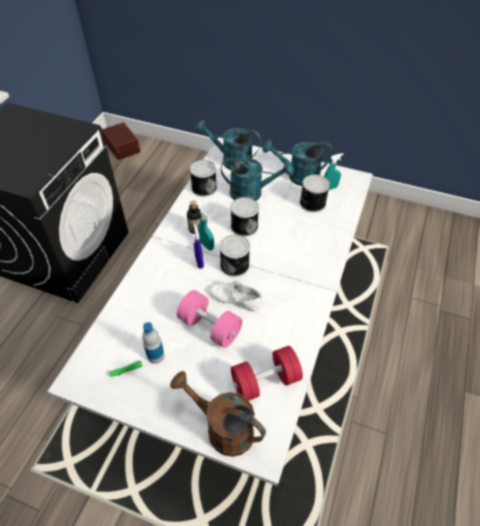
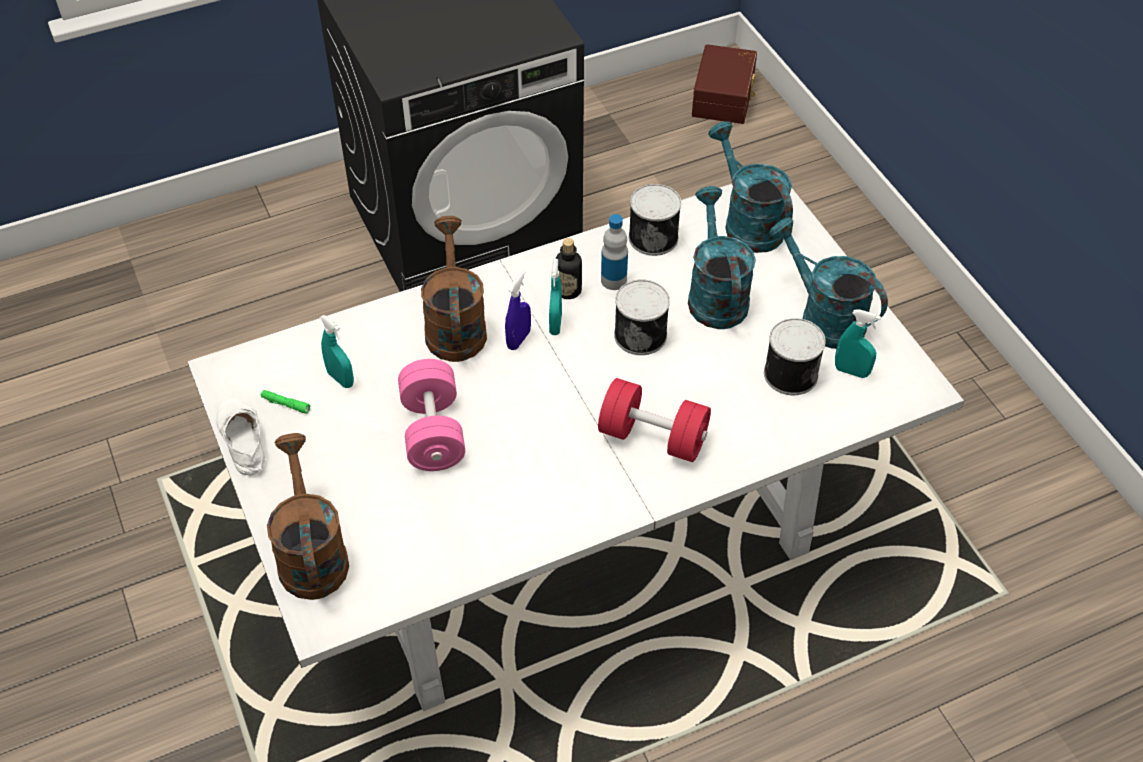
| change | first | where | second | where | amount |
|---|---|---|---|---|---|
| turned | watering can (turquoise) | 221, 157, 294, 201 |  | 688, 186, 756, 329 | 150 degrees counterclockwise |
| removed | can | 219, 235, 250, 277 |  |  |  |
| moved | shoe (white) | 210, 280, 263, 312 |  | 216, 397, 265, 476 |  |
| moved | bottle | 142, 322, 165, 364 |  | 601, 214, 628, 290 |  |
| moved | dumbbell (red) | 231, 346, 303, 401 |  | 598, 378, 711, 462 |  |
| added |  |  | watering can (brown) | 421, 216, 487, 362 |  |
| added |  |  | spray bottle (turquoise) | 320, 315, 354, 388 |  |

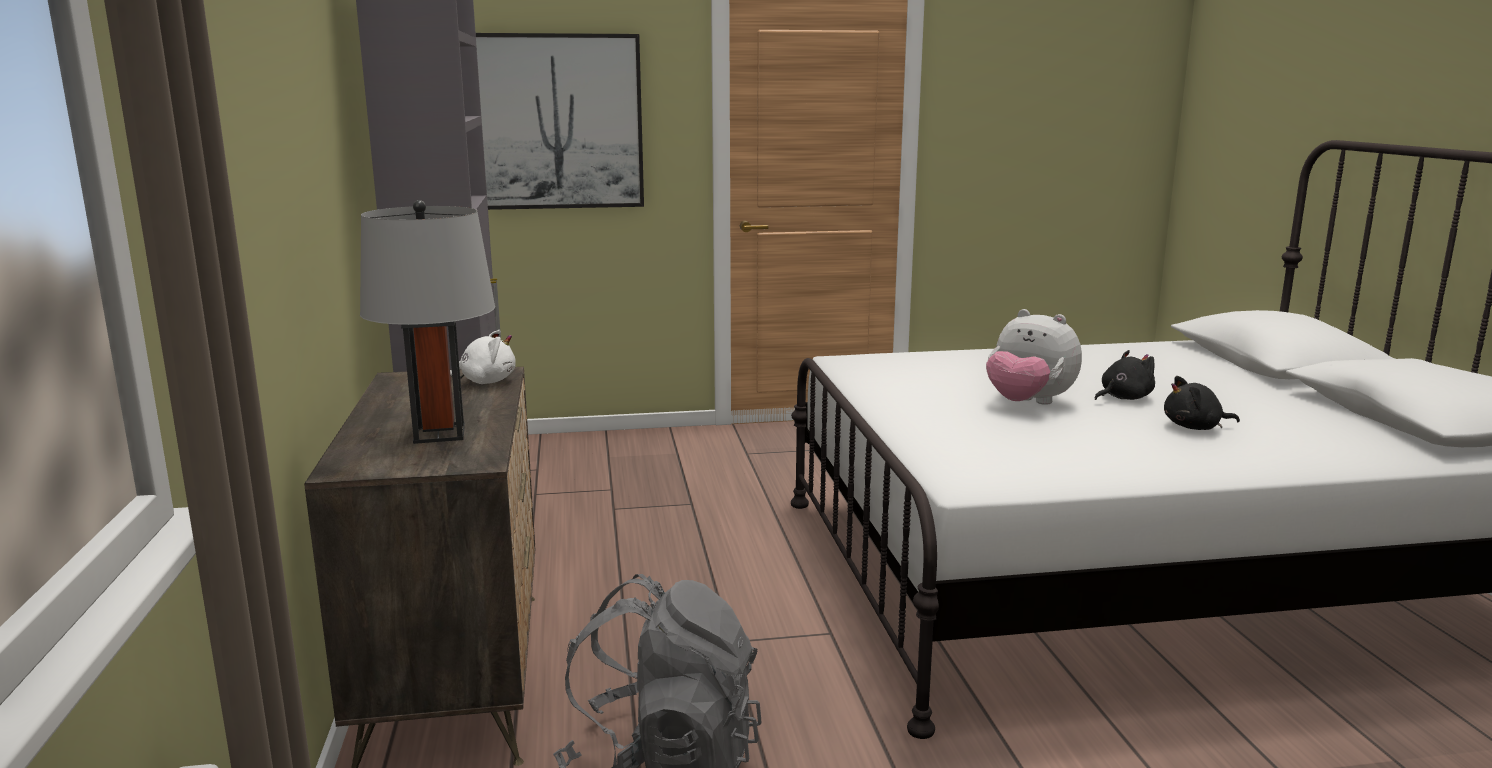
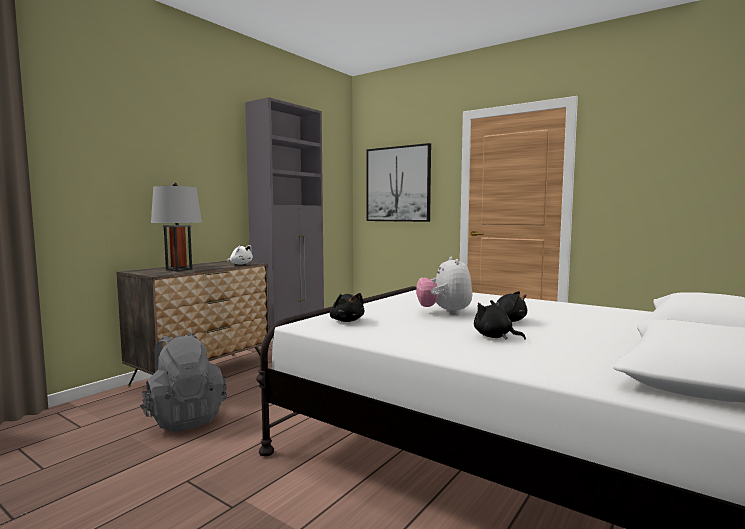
| change | first | where | second | where | amount |
|---|---|---|---|---|---|
| added |  |  | plush toy (black) | 330, 293, 364, 322 |  |

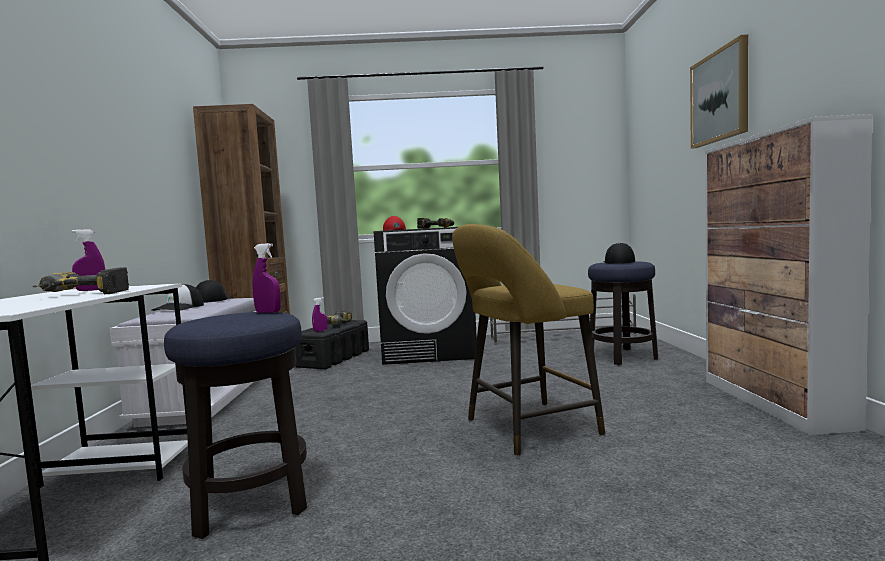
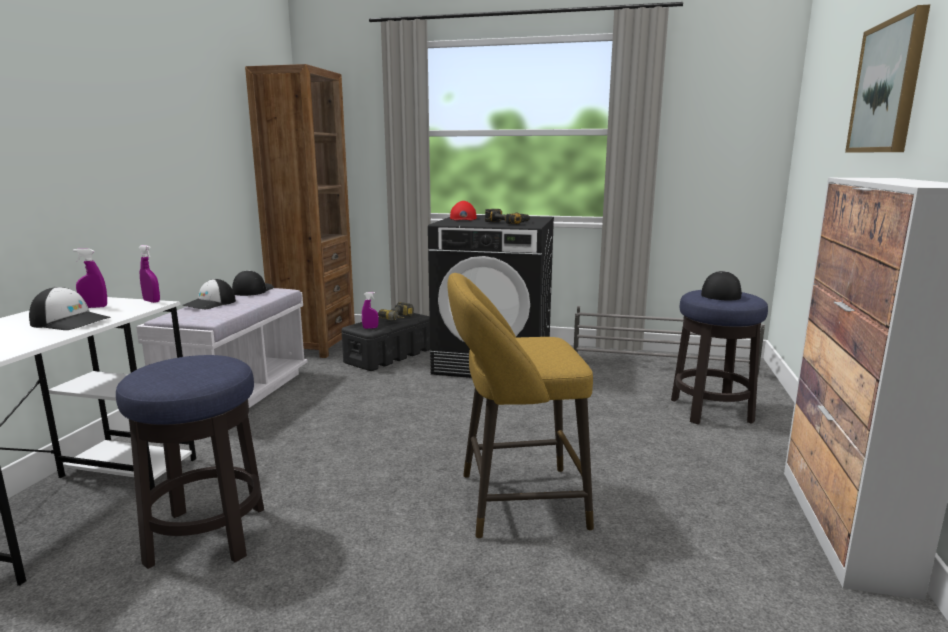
| change | first | where | second | where | amount |
|---|---|---|---|---|---|
| moved | spray bottle (purple) | 252, 243, 281, 313 |  | 139, 245, 160, 303 |  |
| replaced | power drill | 33, 267, 129, 294 | cap | 29, 287, 111, 330 |  |

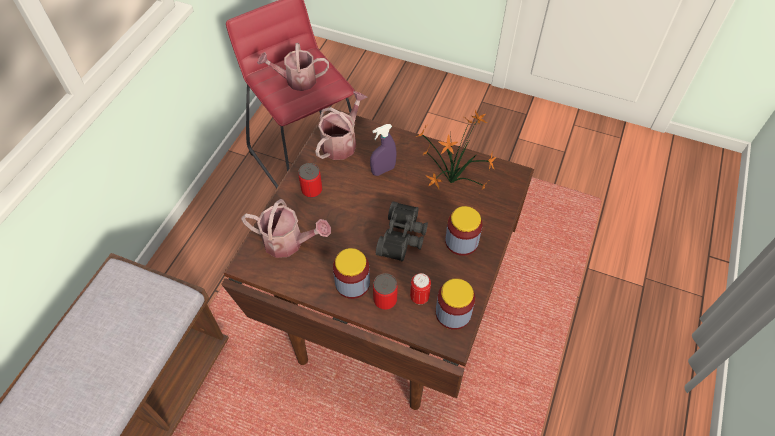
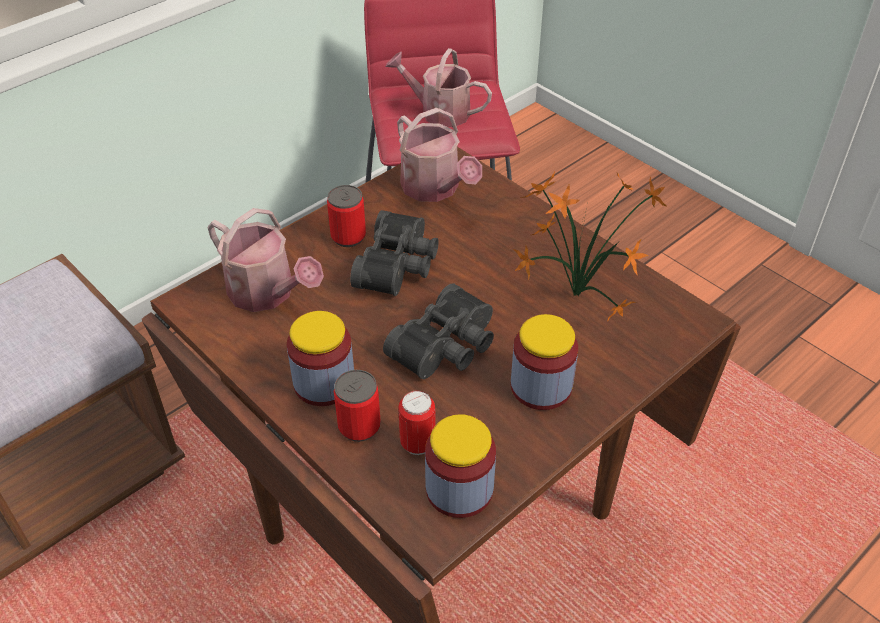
| change | first | where | second | where | amount |
|---|---|---|---|---|---|
| turned | watering can | 315, 91, 367, 160 |  | 397, 108, 482, 202 | 90 degrees clockwise |
| removed | spray bottle (purple) | 370, 124, 397, 176 |  |  |  |
| added |  |  | binoculars (black) | 350, 210, 439, 296 |  |

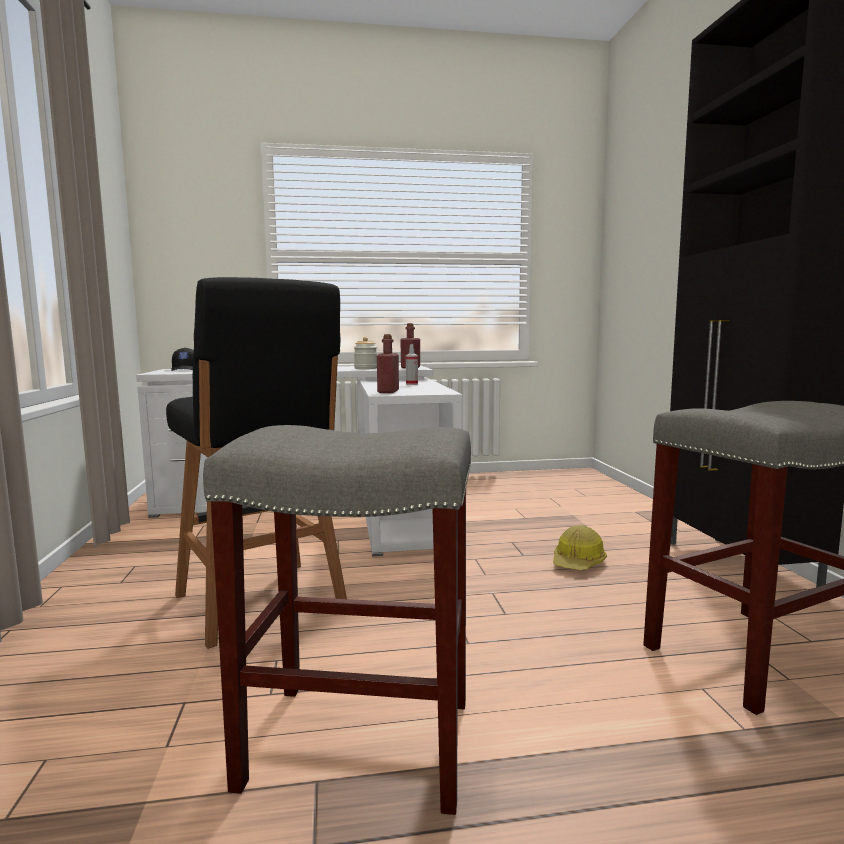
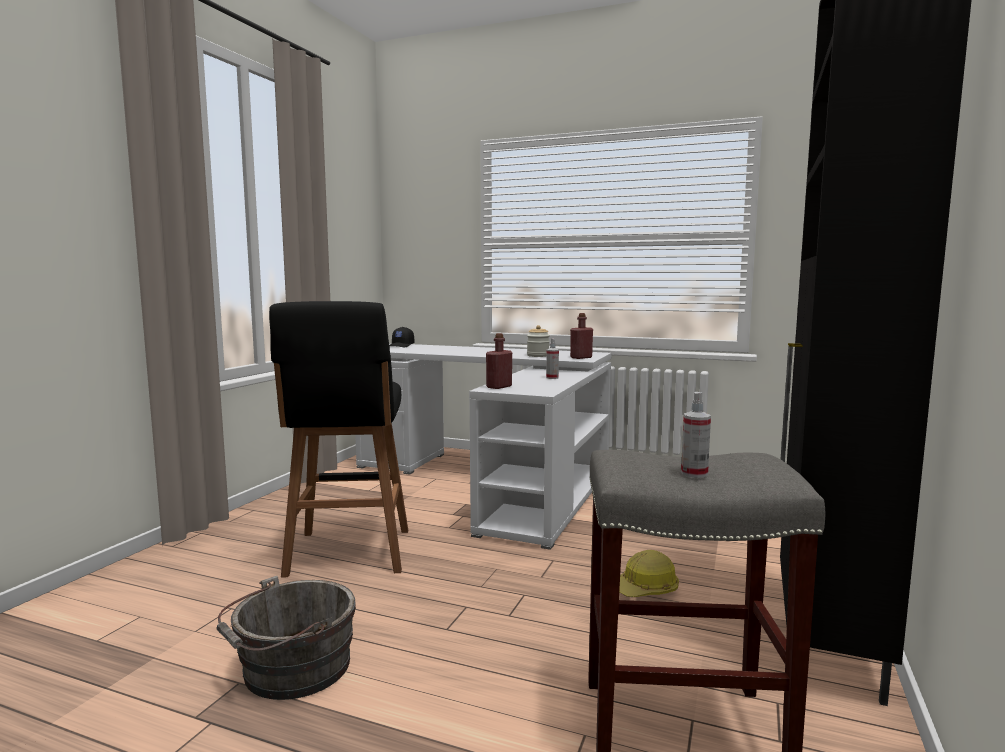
| change | first | where | second | where | amount |
|---|---|---|---|---|---|
| replaced | stool (grey) | 203, 425, 471, 815 | bucket (grey) | 216, 576, 356, 700 |  |
| added |  |  | spray bottle | 681, 392, 711, 478 |  |

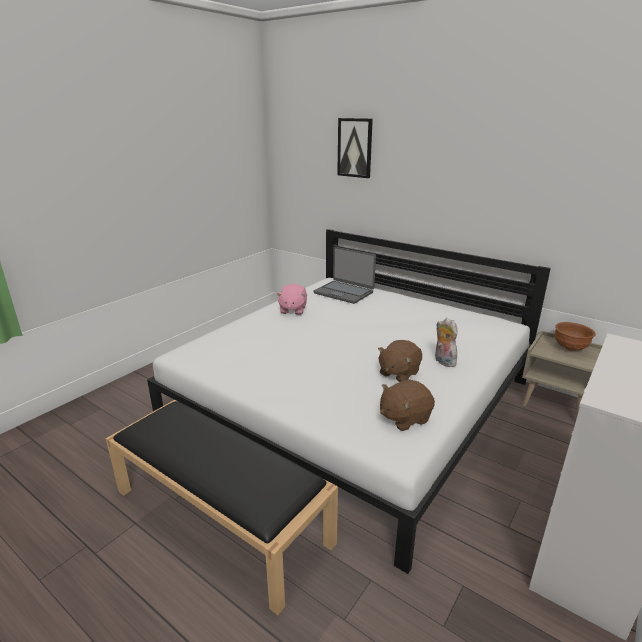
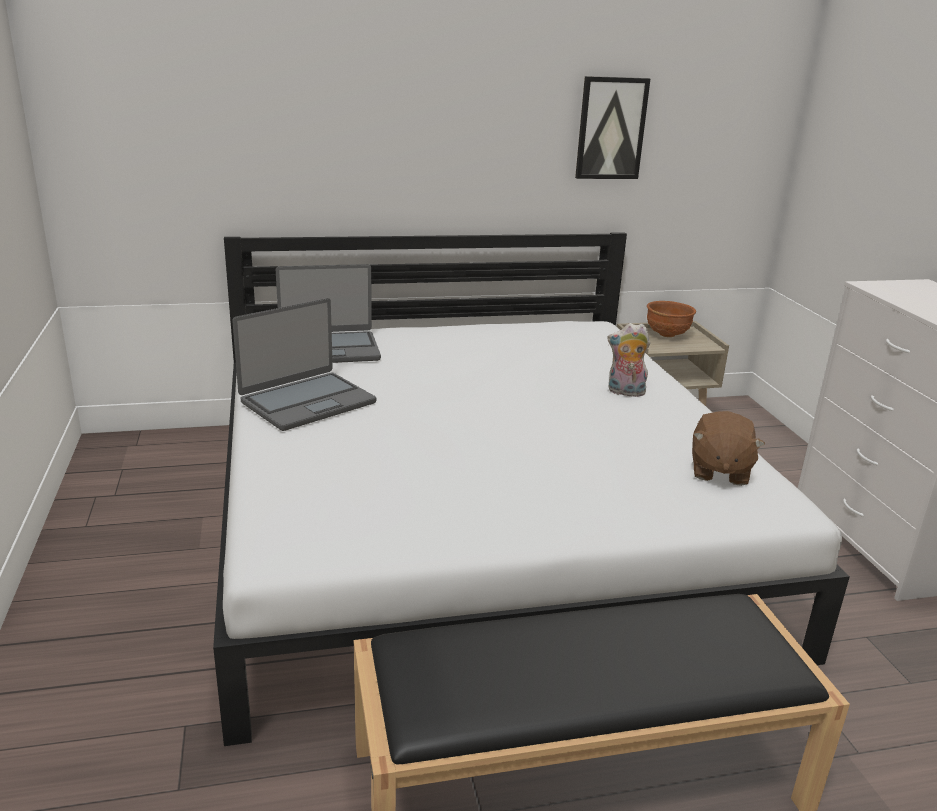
| change | first | where | second | where | amount |
|---|---|---|---|---|---|
| moved | picture | 337, 118, 373, 178 |  | 575, 76, 650, 179 |  |
| replaced | plush toy (pink) | 276, 284, 307, 315 | laptop | 232, 298, 376, 431 |  |
| removed | plush toy (brown) | 378, 340, 422, 382 |  |  |  |

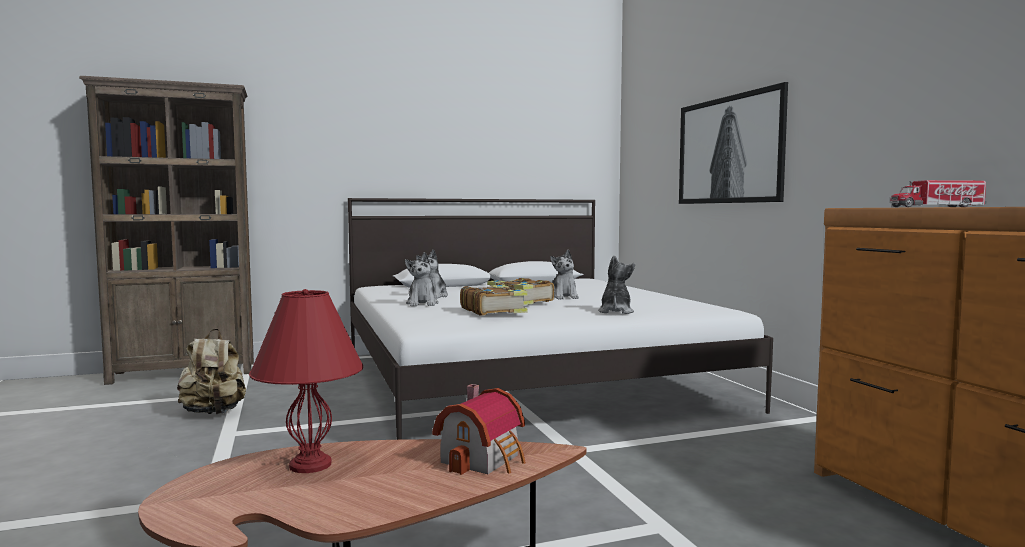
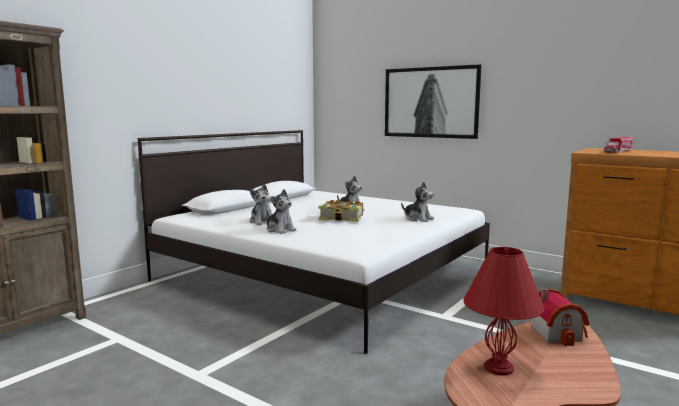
| change | first | where | second | where | amount |
|---|---|---|---|---|---|
| turned | plush toy | 598, 256, 635, 314 |  | 401, 182, 434, 222 | 150 degrees clockwise |
| removed | book | 460, 285, 527, 316 |  |  |  |
| removed | backpack (beige) | 177, 329, 246, 414 |  |  |  |

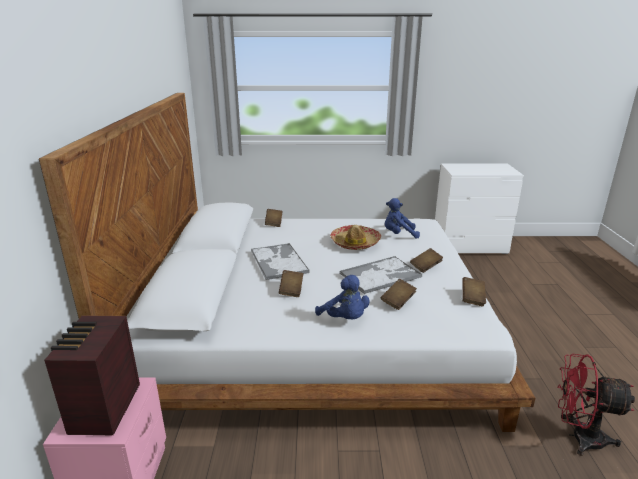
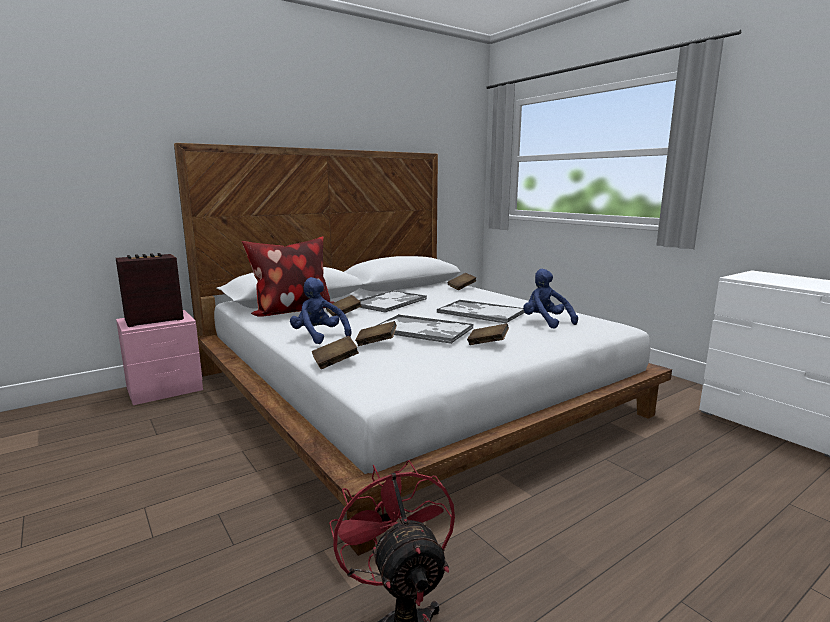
| change | first | where | second | where | amount |
|---|---|---|---|---|---|
| replaced | hat | 330, 225, 381, 250 | tray | 437, 300, 525, 324 |  |
| turned | plush toy (blue) | 315, 275, 370, 319 |  | 290, 277, 351, 344 | 120 degrees clockwise |
| moved | book (brown) | 462, 277, 486, 306 |  | 312, 336, 359, 369 |  |
| added |  |  | pillow | 242, 237, 335, 317 |  |

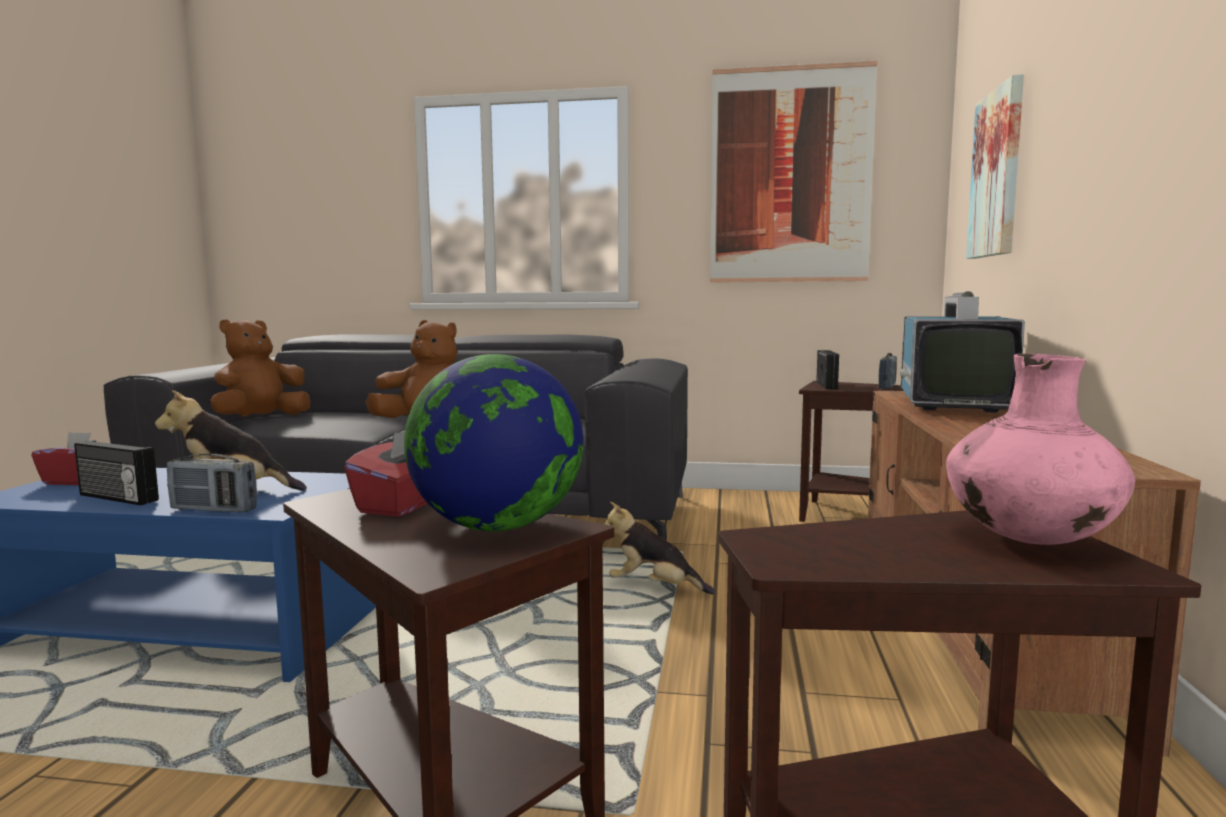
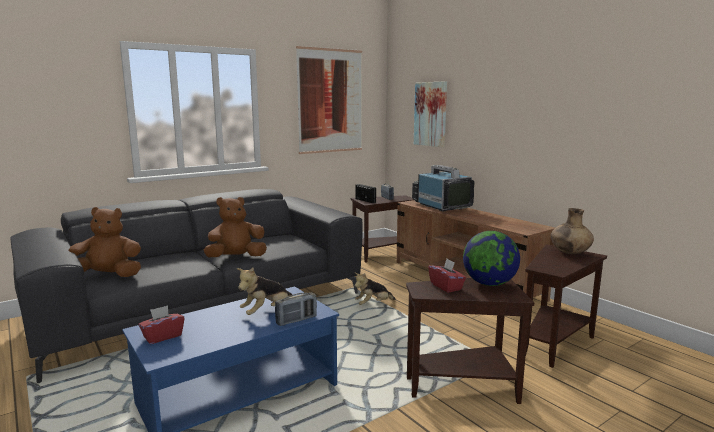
| change | first | where | second | where | amount |
|---|---|---|---|---|---|
| turned | plush toy (brown) | 210, 319, 311, 416 |  | 68, 207, 141, 277 | 90 degrees clockwise |
| recoloured | vase (pink) | 946, 353, 1135, 545 | vase (brown) | 551, 208, 594, 254 |  |
| removed | radio | 74, 440, 159, 505 |  |  |  |

